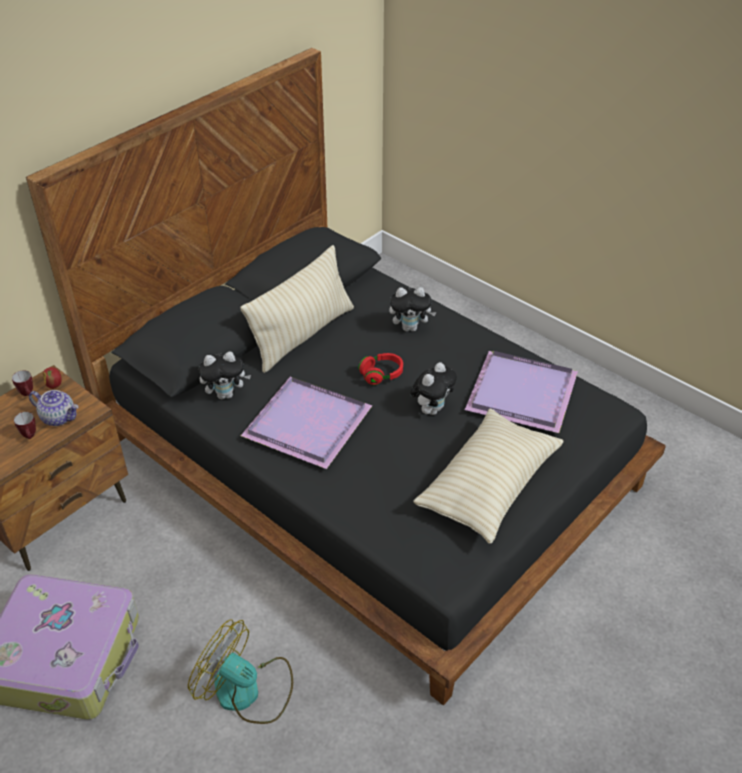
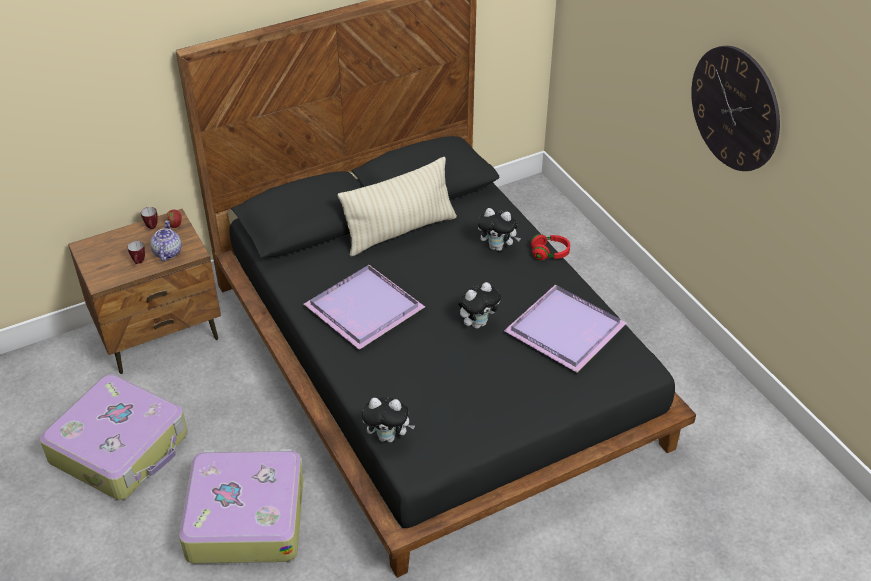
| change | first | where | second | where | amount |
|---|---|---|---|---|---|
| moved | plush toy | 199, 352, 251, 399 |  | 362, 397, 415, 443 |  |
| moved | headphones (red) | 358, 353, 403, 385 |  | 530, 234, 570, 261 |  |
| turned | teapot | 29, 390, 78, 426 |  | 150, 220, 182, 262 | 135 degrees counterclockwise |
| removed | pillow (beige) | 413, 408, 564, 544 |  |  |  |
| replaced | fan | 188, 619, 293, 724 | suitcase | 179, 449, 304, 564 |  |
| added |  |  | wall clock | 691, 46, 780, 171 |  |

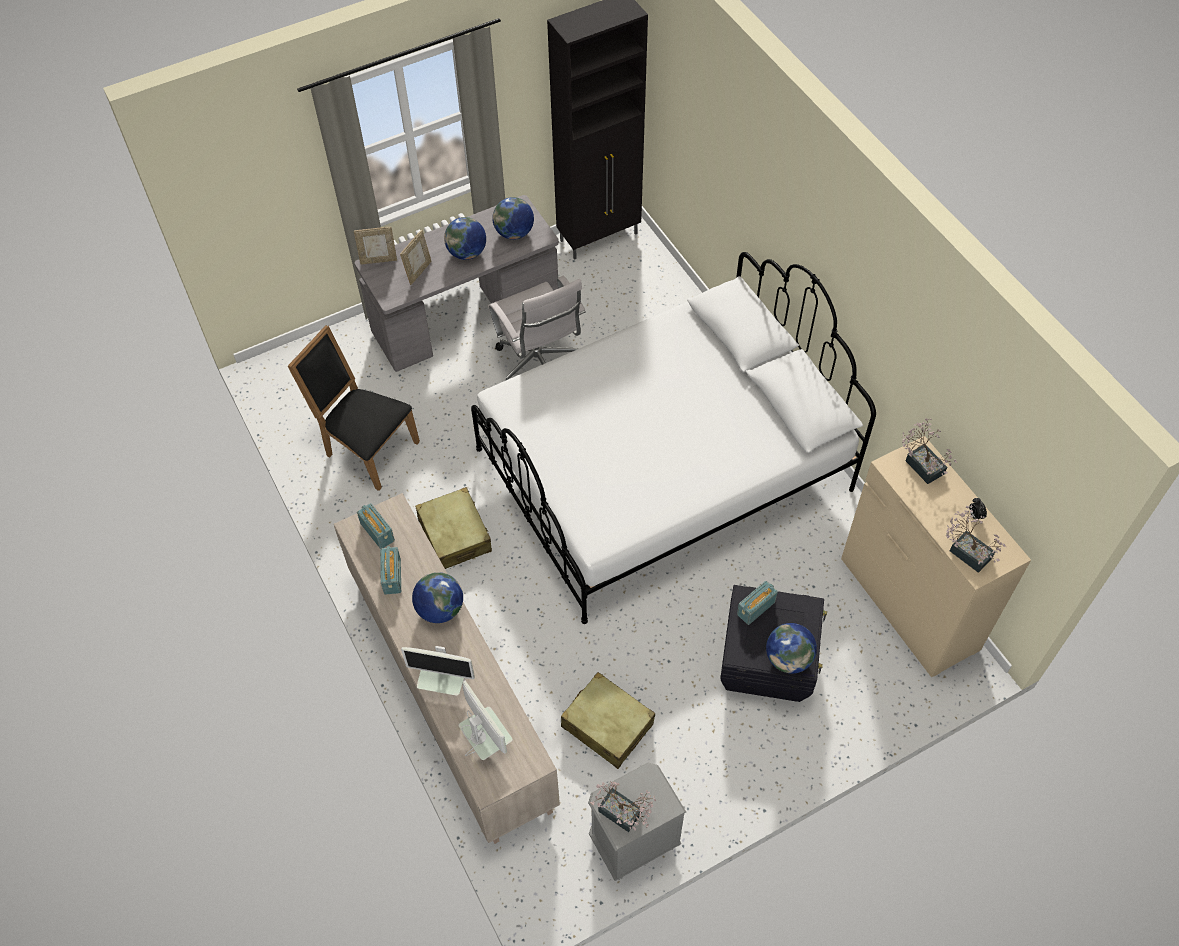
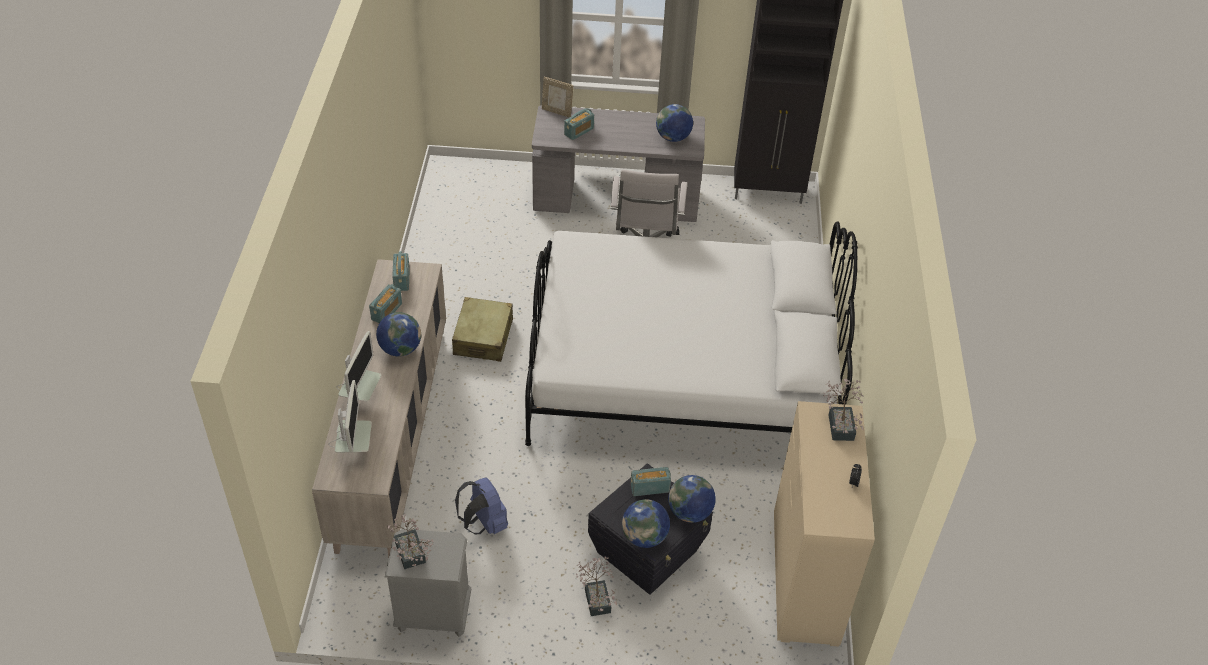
| change | first | where | second | where | amount |
|---|---|---|---|---|---|
| moved | globe | 444, 217, 486, 260 |  | 668, 475, 716, 523 |  |
| replaced | picture frame | 400, 230, 432, 285 | radio | 564, 108, 594, 140 |  |
| removed | chair (black) | 288, 325, 420, 491 |  |  |  |
| moved | potted plant | 946, 506, 1006, 573 |  | 576, 556, 617, 616 |  |
| turned | monitor | 401, 646, 475, 696 |  | 336, 331, 381, 401 | 120 degrees counterclockwise |
| replaced | suitcase (beige) | 561, 672, 655, 769 | backpack (blue) | 455, 477, 508, 534 |  |

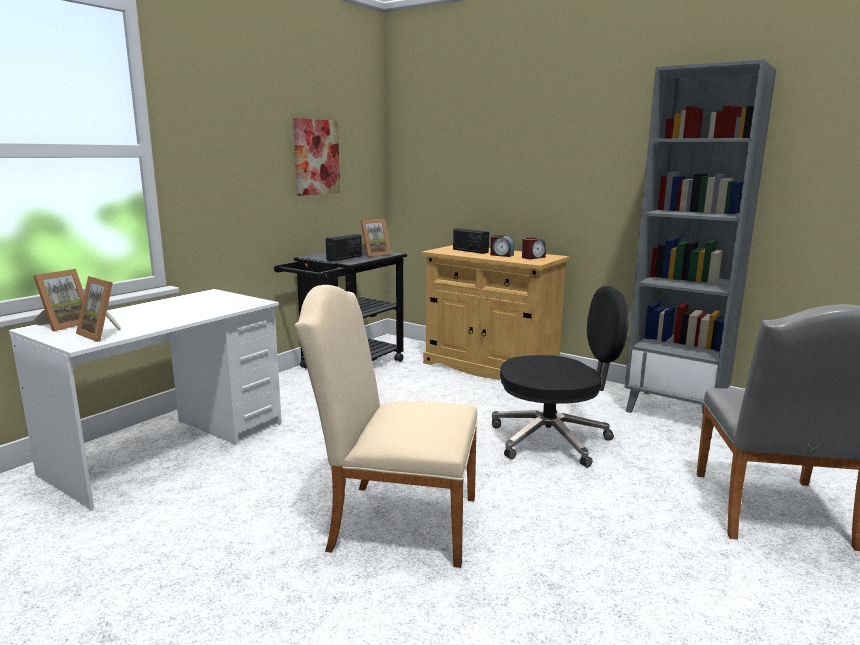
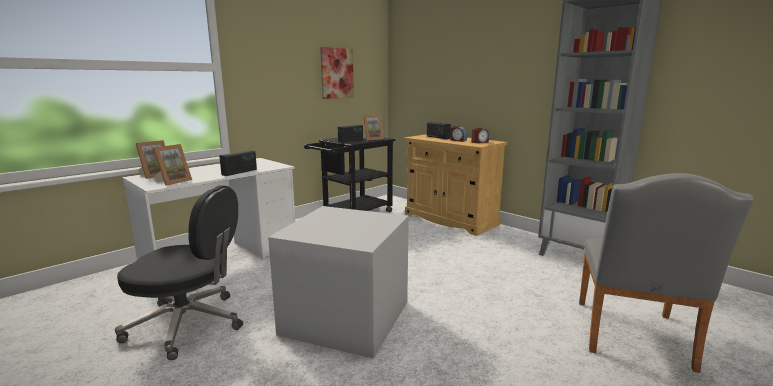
| change | first | where | second | where | amount |
|---|---|---|---|---|---|
| turned | picture frame | 76, 276, 121, 342 |  | 153, 144, 192, 186 | 105 degrees counterclockwise |
| replaced | chair (beige) | 295, 285, 478, 568 | storage box (grey) | 268, 206, 409, 359 |  |
| moved | office chair (black) | 492, 286, 629, 468 |  | 115, 185, 243, 360 |  |
| added |  |  | radio | 219, 150, 257, 176 |  |

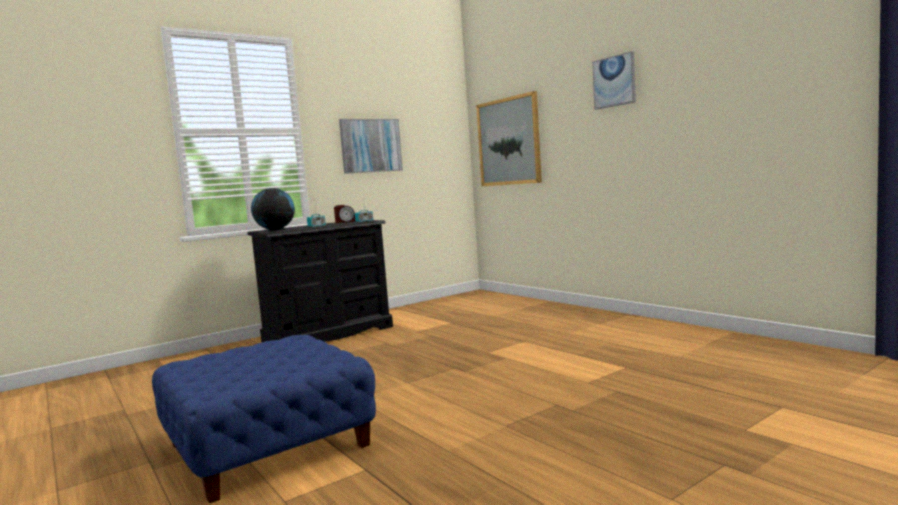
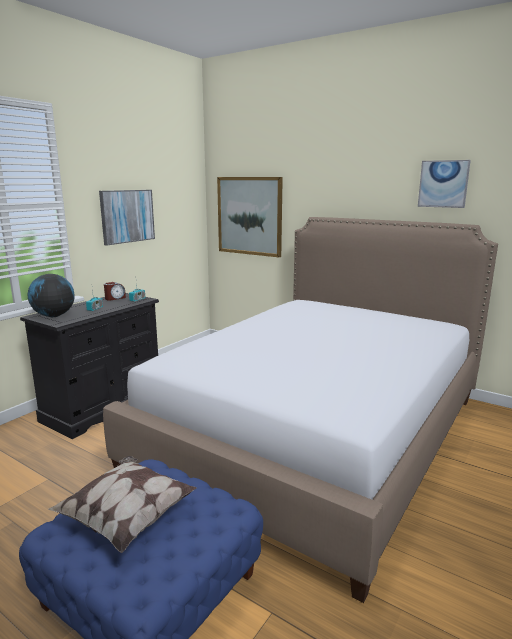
| change | first | where | second | where | amount |
|---|---|---|---|---|---|
| moved | picture | 592, 51, 636, 110 |  | 418, 160, 471, 208 |  |
| added |  |  | bed | 103, 217, 498, 603 |  |
| added |  |  | pillow | 48, 456, 197, 553 |  |

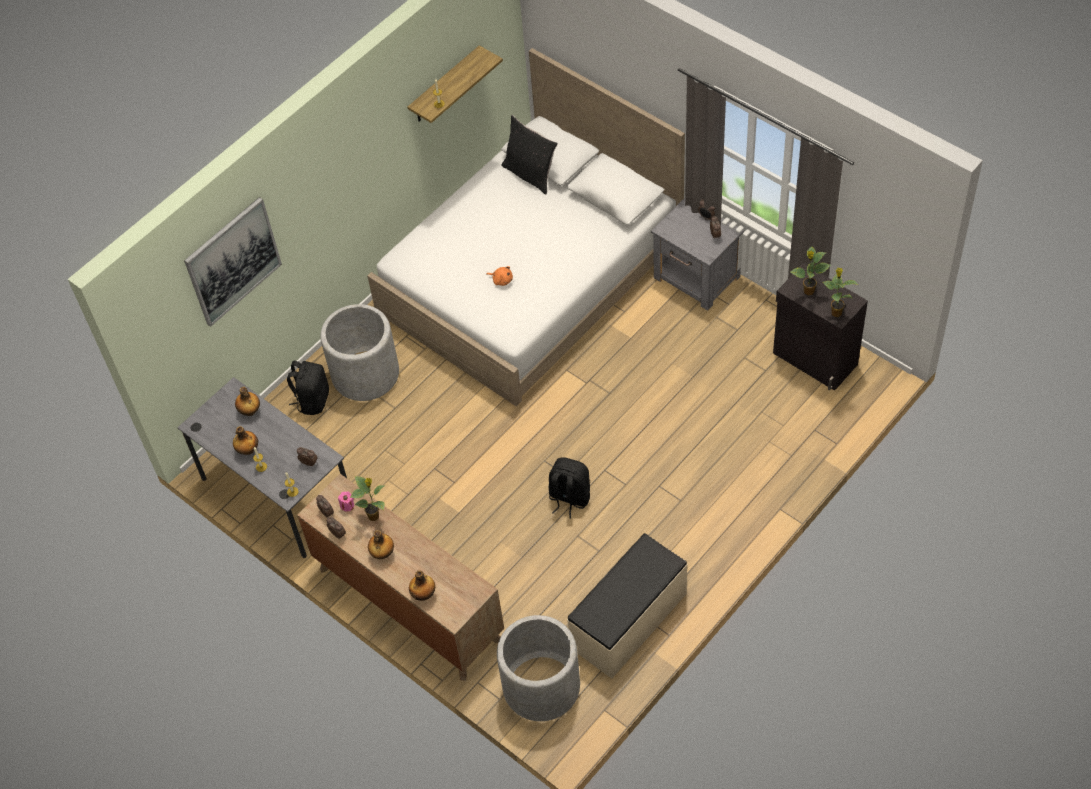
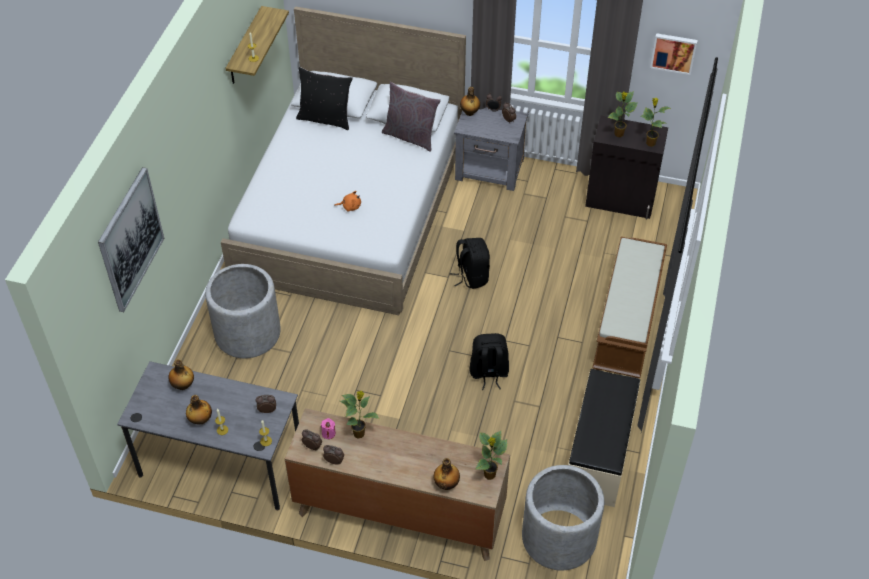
| change | first | where | second | where | amount |
|---|---|---|---|---|---|
| moved | backpack (black) | 287, 360, 329, 415 |  | 450, 238, 490, 289 |  |
| moved | bottle | 368, 530, 394, 559 |  | 460, 87, 480, 116 |  |
| added |  |  | picture | 650, 33, 698, 75 |  |
| added |  |  | pillow (grey) | 382, 82, 441, 152 |  |
| added |  |  | bench (brown) | 592, 237, 667, 378 |  |
| added |  |  | potted plant | 475, 431, 507, 480 |  |

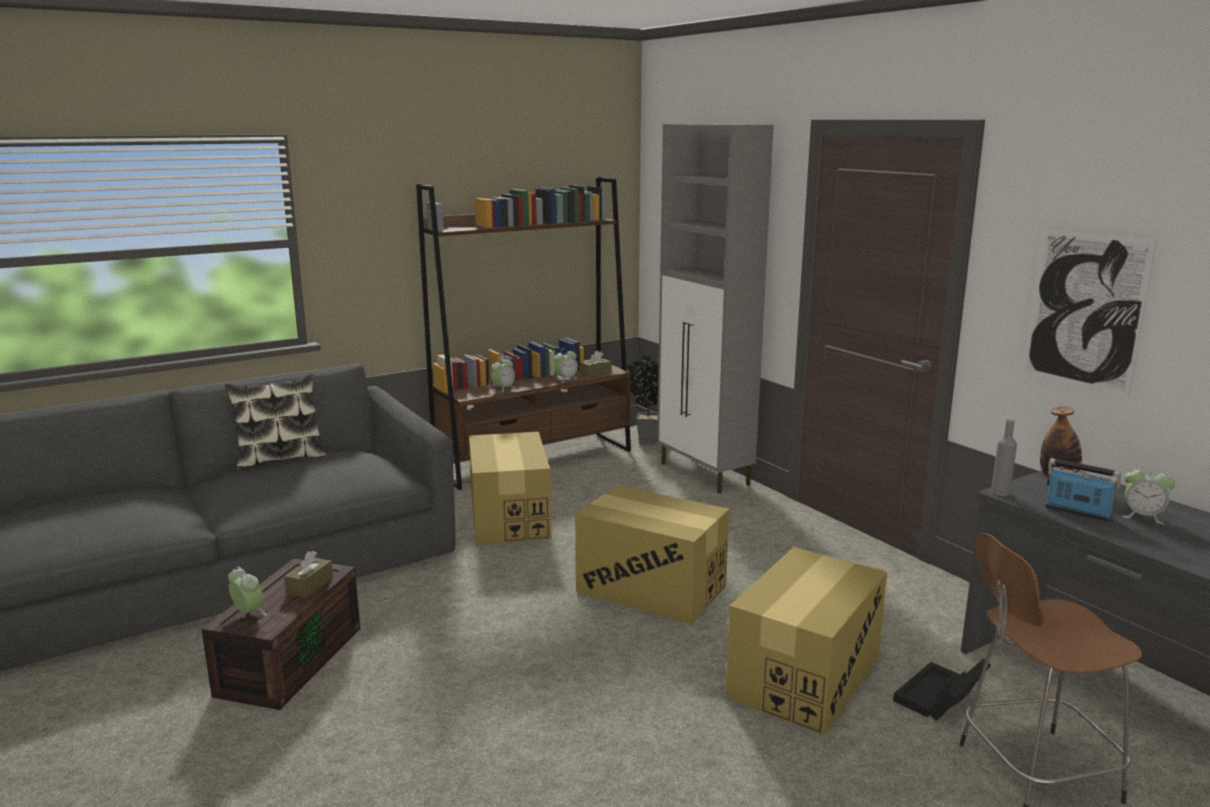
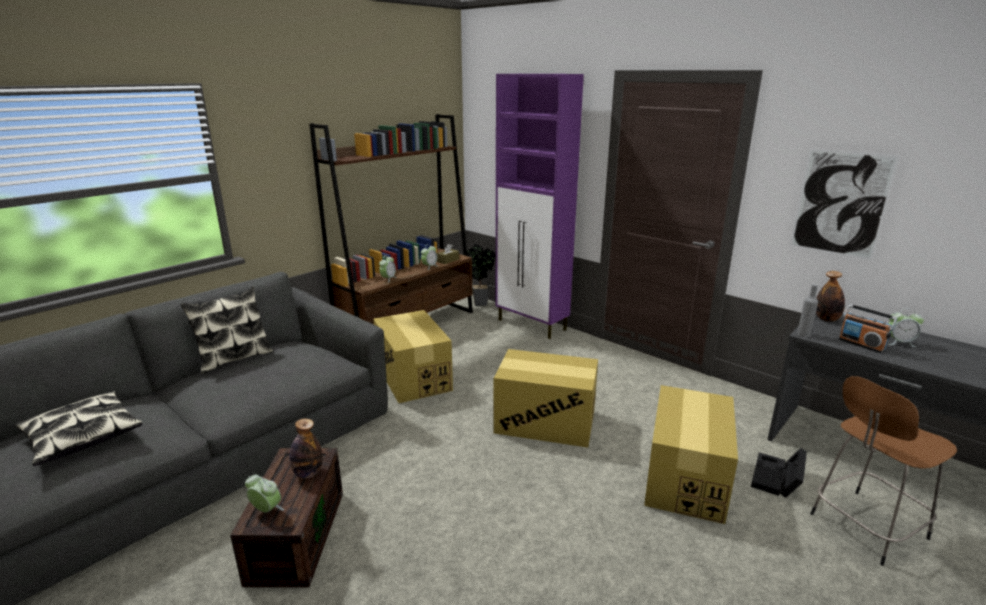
| change | first | where | second | where | amount |
|---|---|---|---|---|---|
| recoloured | cabinet (grey) | 657, 124, 774, 493 | cabinet (purple) | 496, 74, 584, 339 |  |
| turned | radio | 1045, 458, 1121, 522 |  | 838, 304, 897, 353 | 150 degrees counterclockwise |
| replaced | tissue box (brown) | 284, 551, 333, 598 | bottle | 289, 419, 323, 478 |  |
| added |  |  | pillow | 15, 391, 143, 466 |  |

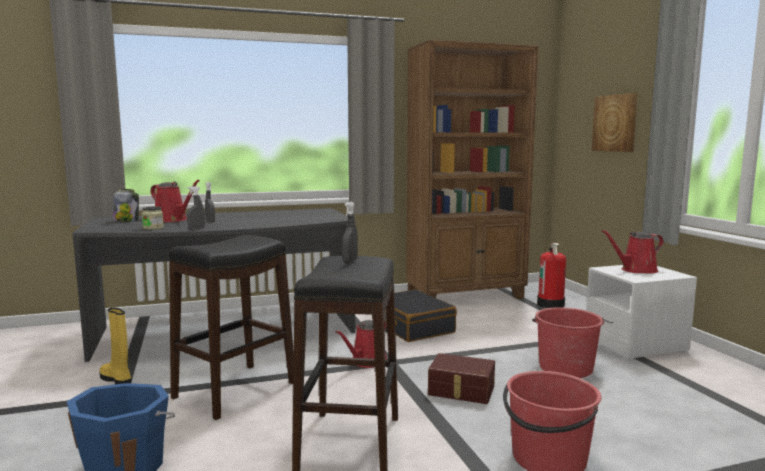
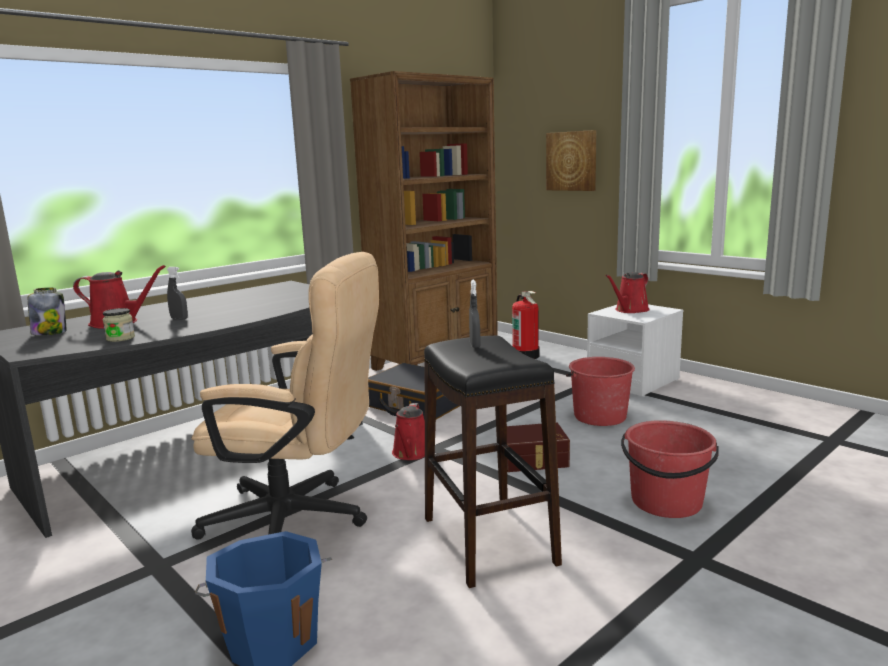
| change | first | where | second | where | amount |
|---|---|---|---|---|---|
| removed | spray bottle (grey) | 187, 186, 205, 230 |  |  |  |
| replaced | stool (black) | 169, 235, 294, 420 | office chair (beige) | 191, 252, 379, 540 |  |
| removed | boot (yellow) | 99, 308, 131, 384 |  |  |  |

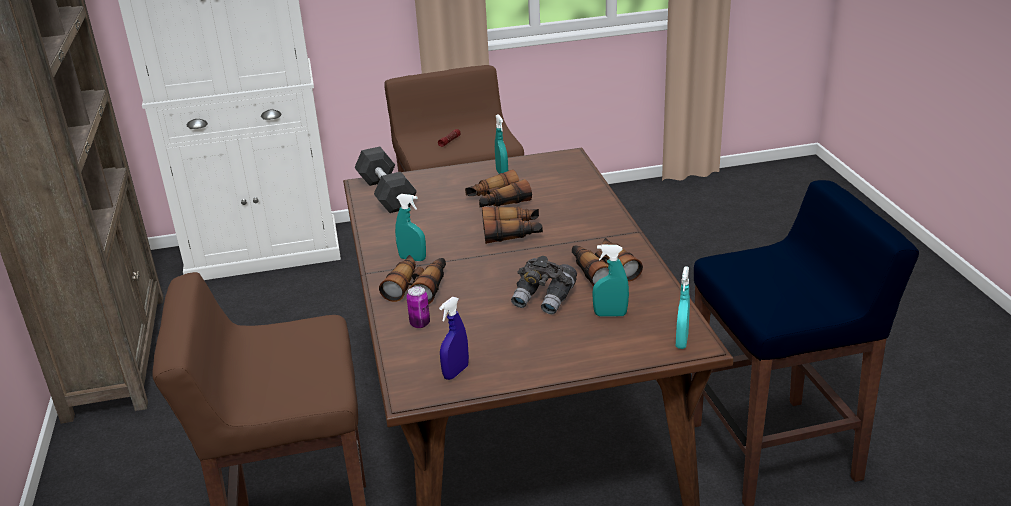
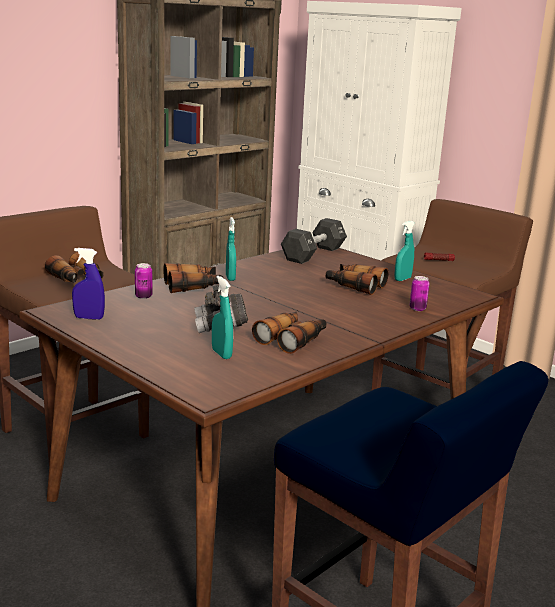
| change | first | where | second | where | amount |
|---|---|---|---|---|---|
| moved | binoculars | 482, 206, 543, 244 |  | 45, 252, 103, 283 |  |
| removed | spray bottle (turquoise) | 676, 266, 690, 349 |  |  |  |
| added |  |  | can | 409, 276, 429, 311 |  |

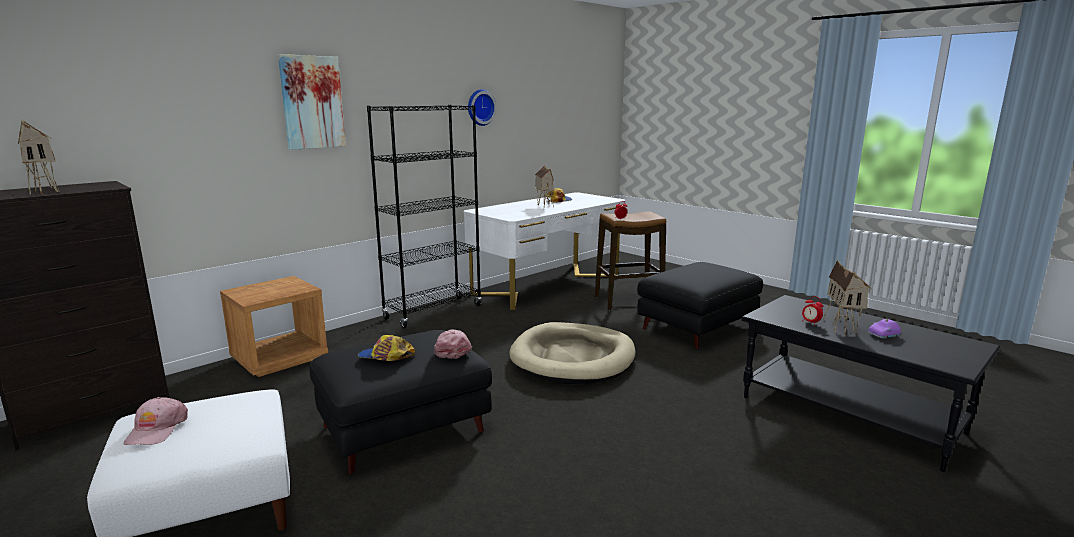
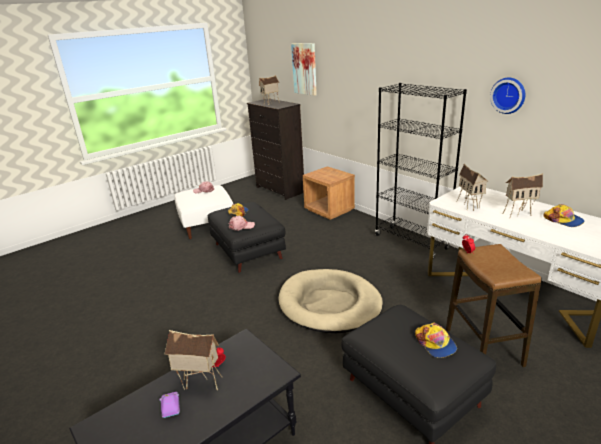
| change | first | where | second | where | amount |
|---|---|---|---|---|---|
| moved | picture | 278, 54, 346, 150 |  | 291, 43, 317, 96 |  |
| added |  |  | toy house | 456, 164, 489, 211 |  |
| added |  |  | cap | 415, 322, 457, 358 |  |

